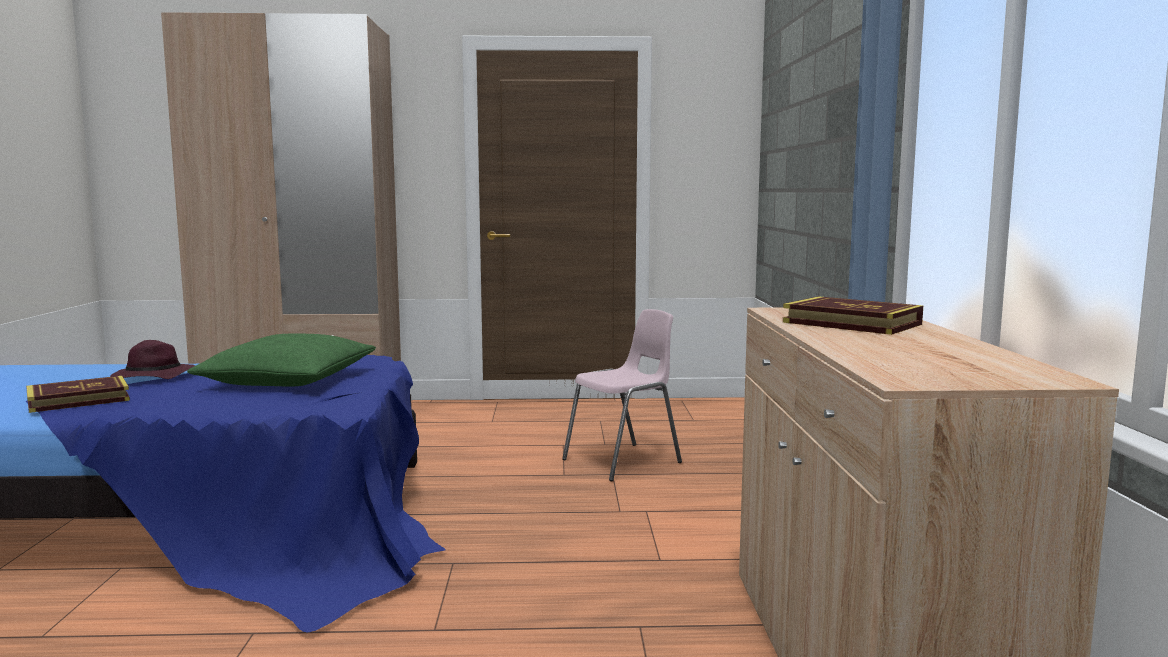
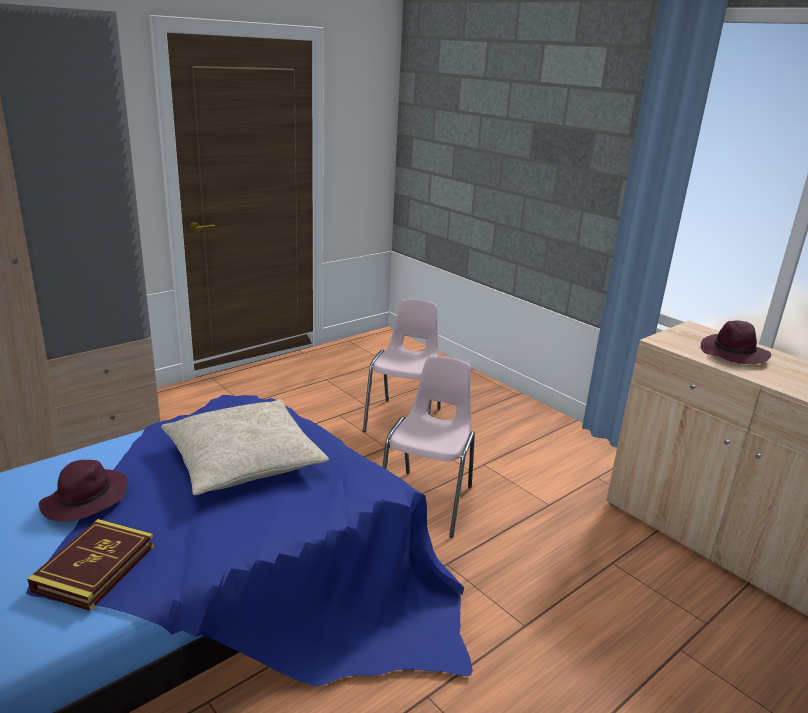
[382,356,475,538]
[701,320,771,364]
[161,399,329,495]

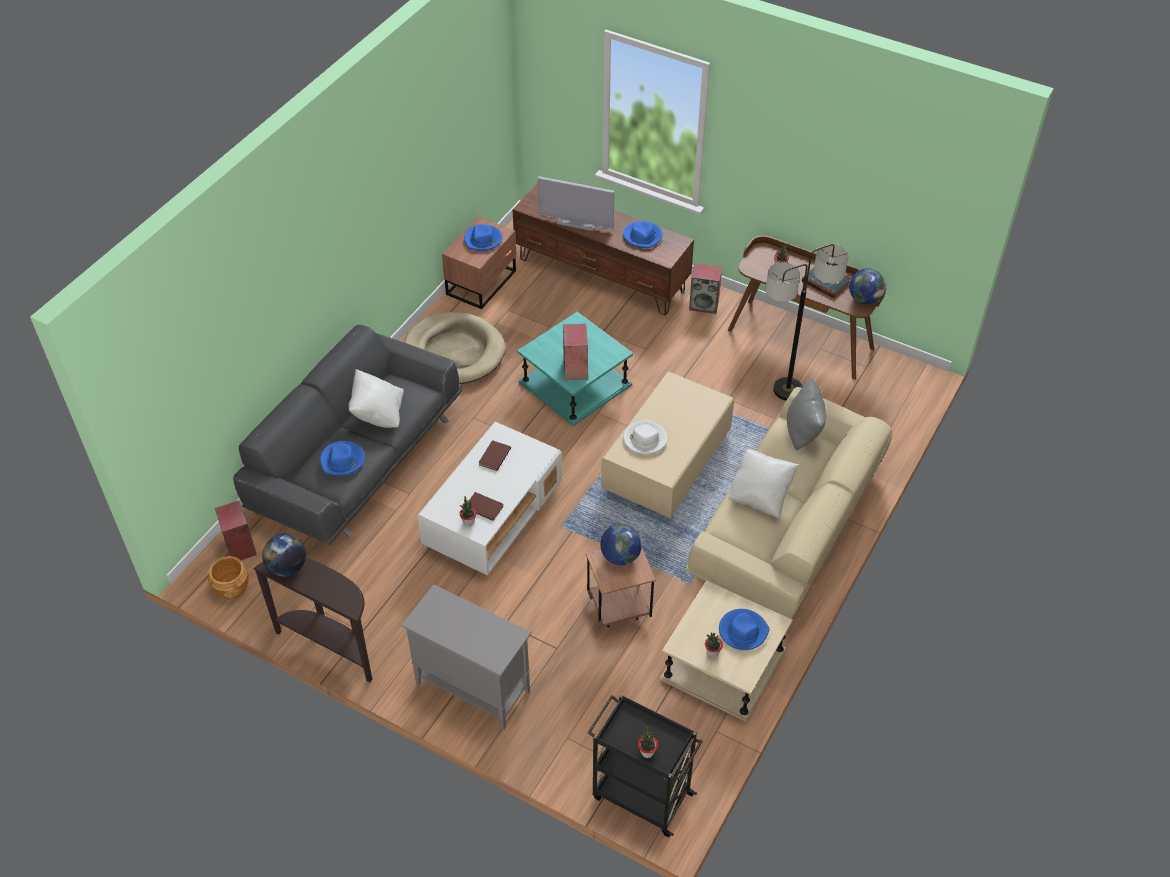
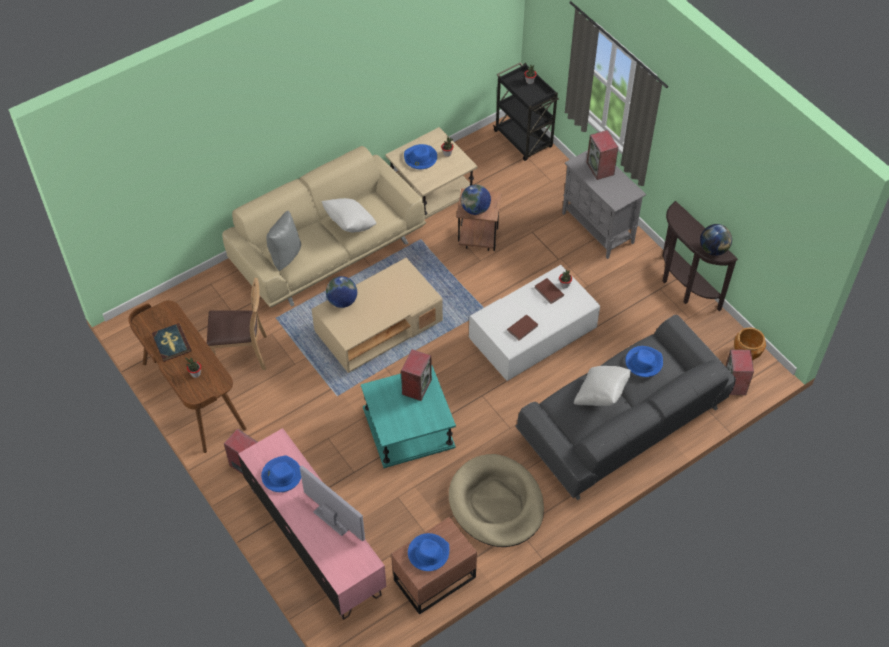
[623,419,667,454] (first image)
[586,130,618,180]
[326,276,357,308]
[207,278,267,370]
[238,428,386,620]

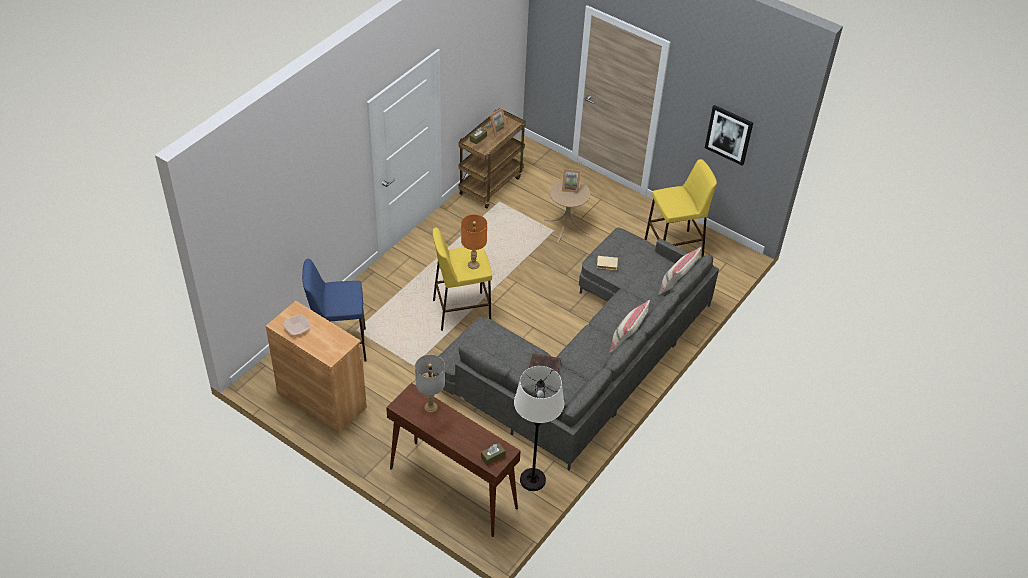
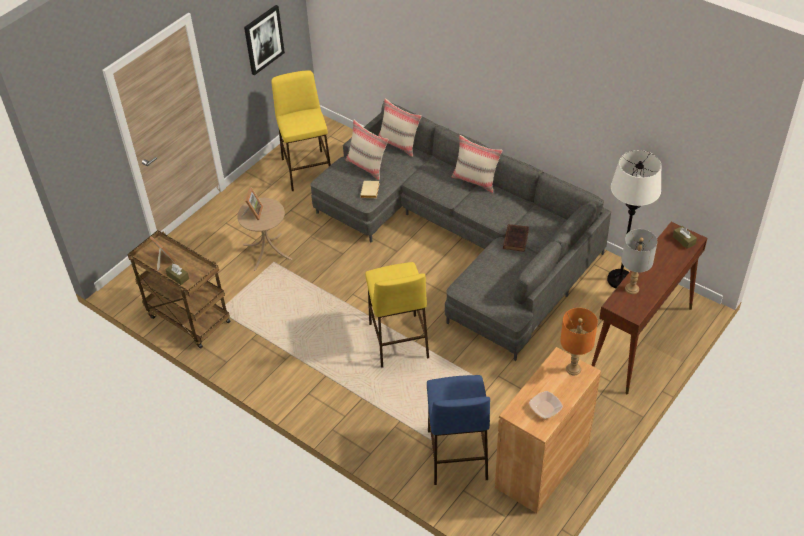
[346,120,389,180]
[560,308,598,375]

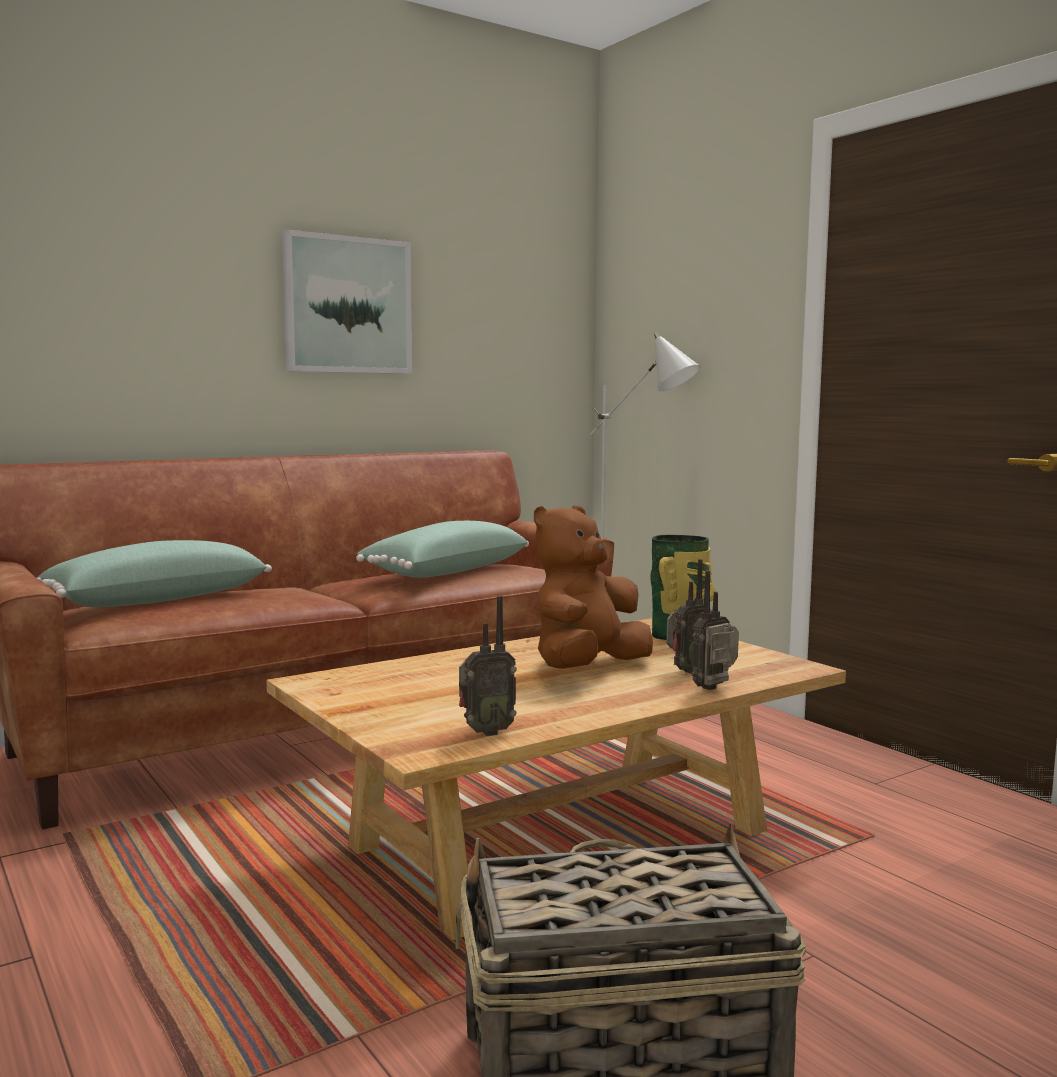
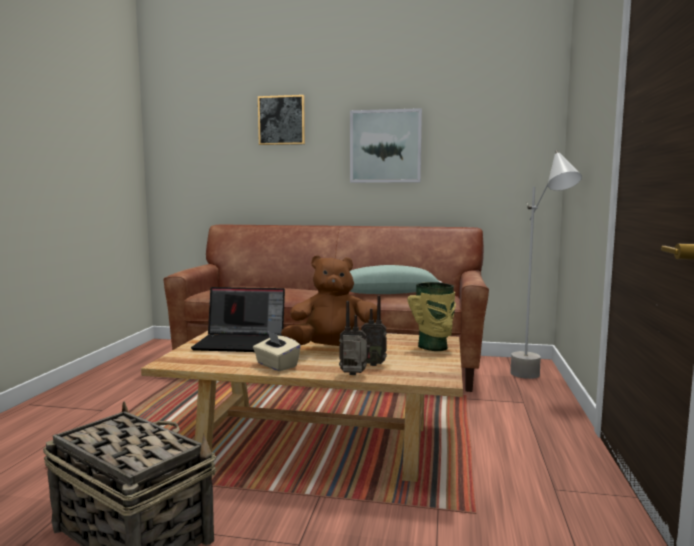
[37,540,272,607] (first image)
[459,596,517,736] (first image)
[191,287,285,352]
[253,330,301,371]
[258,95,305,145]

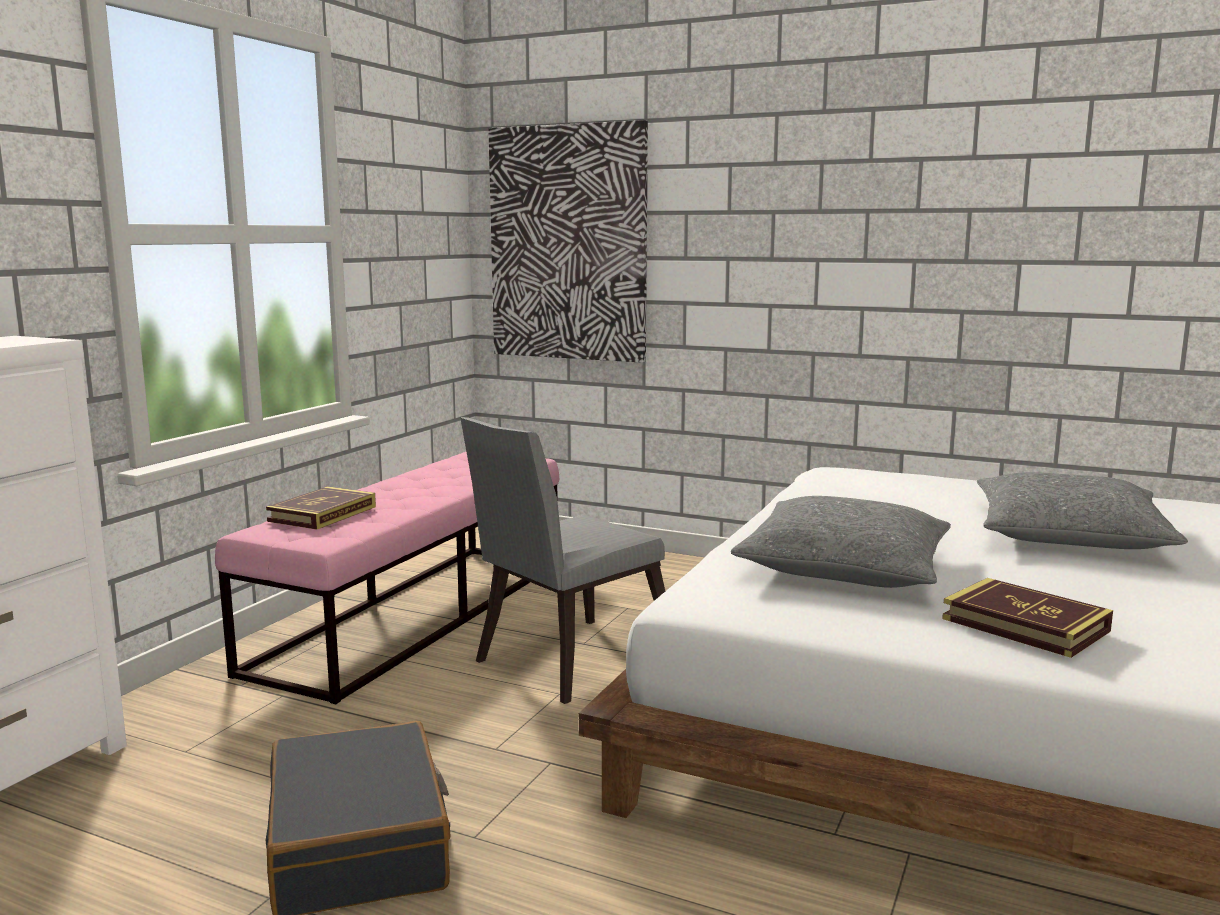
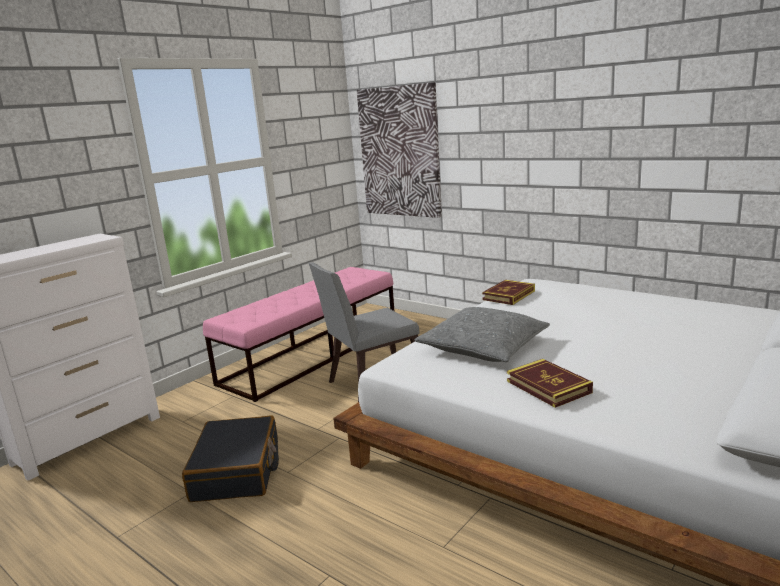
[977,472,1188,549] (first image)
[482,280,535,305]

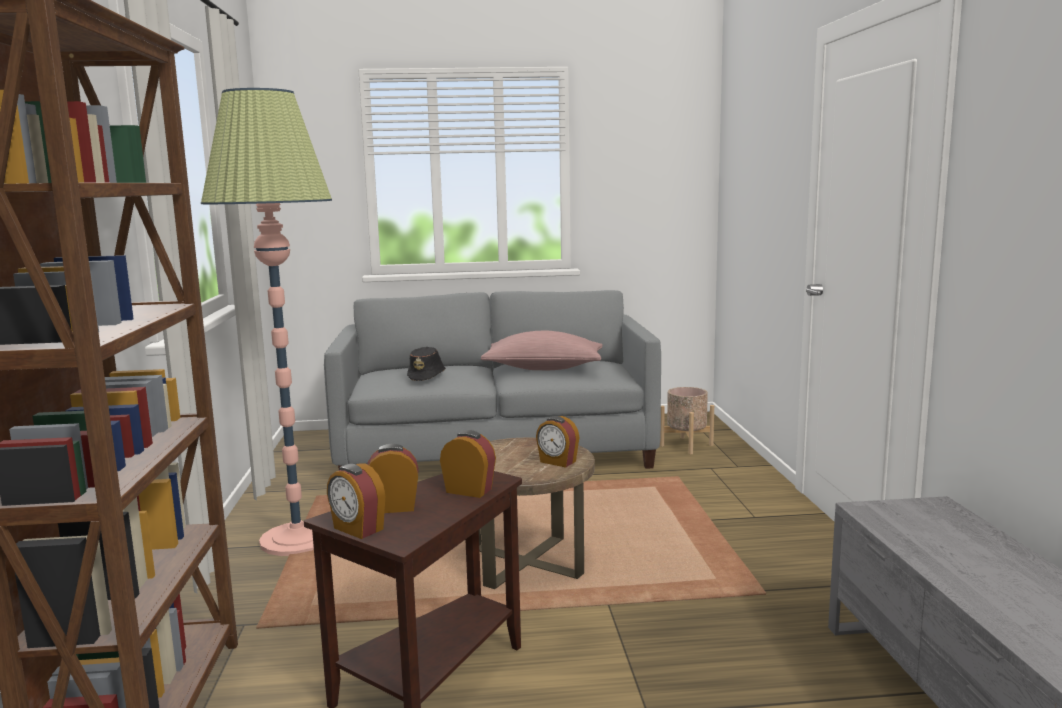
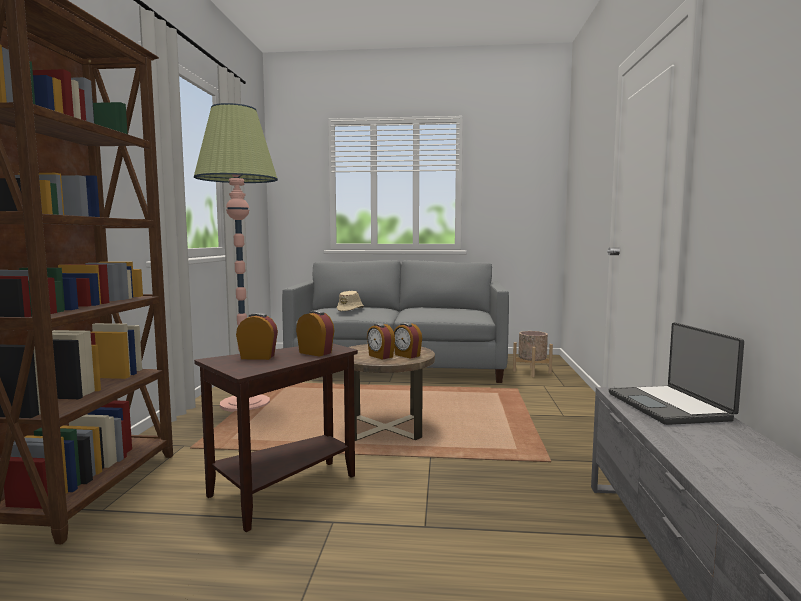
[481,331,603,370] (first image)
[608,322,744,425]
[367,323,395,360]
[337,291,364,311]

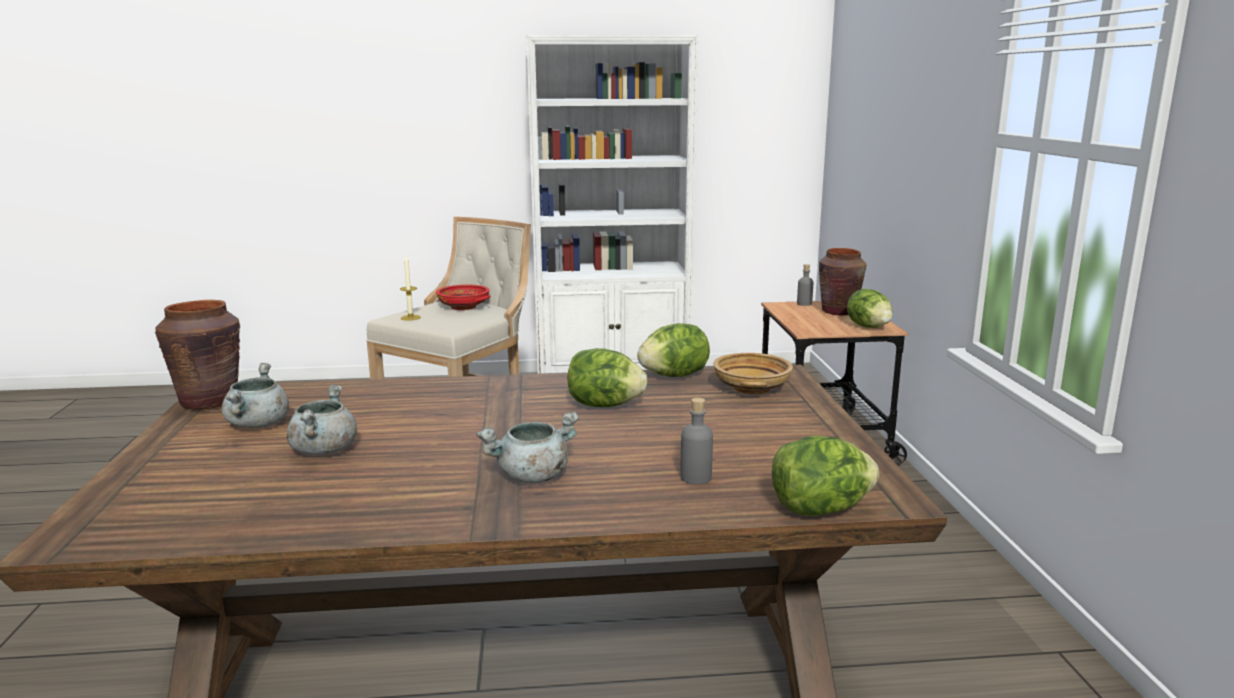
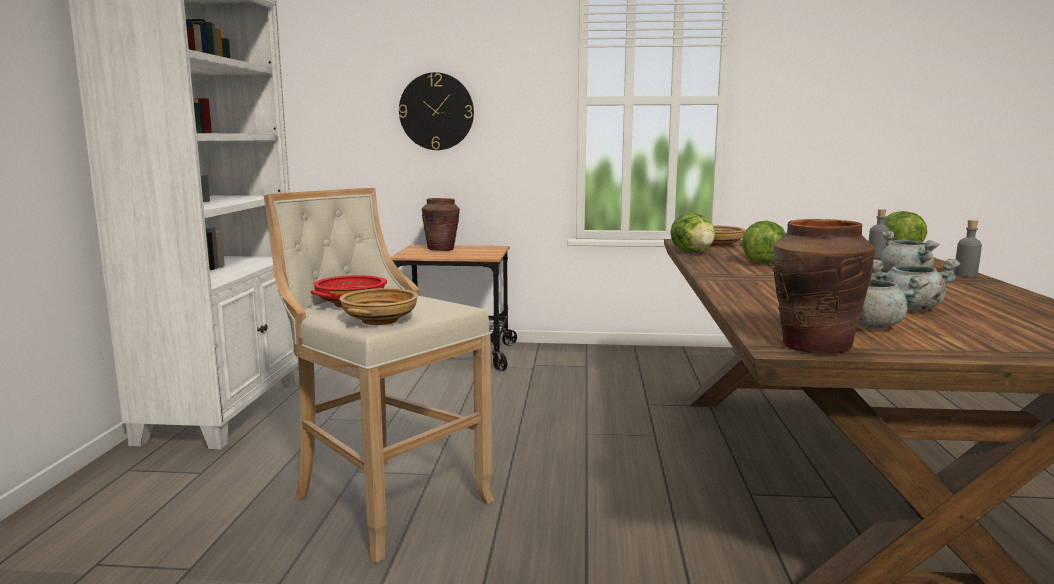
[847,289,893,328] (first image)
[399,72,474,150]
[954,220,982,277]
[339,288,418,325]

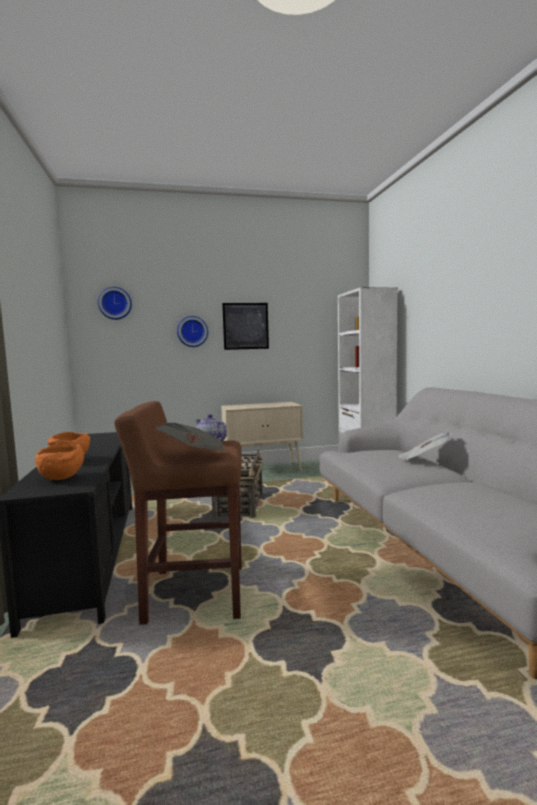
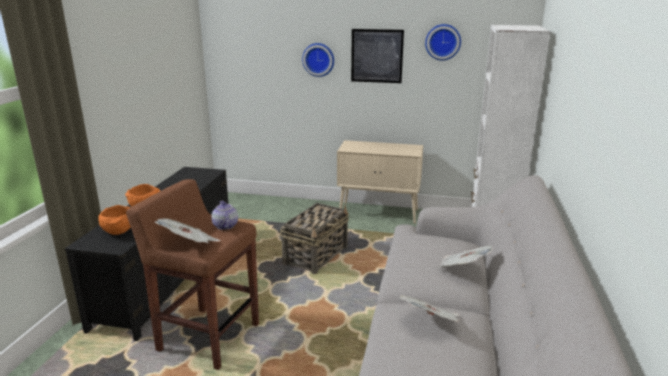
[400,295,460,322]
[425,24,461,60]

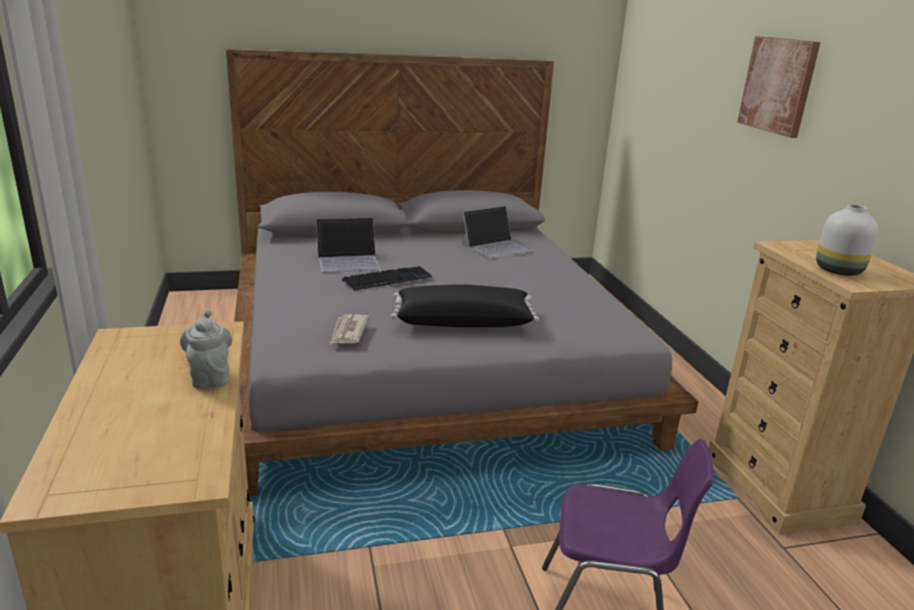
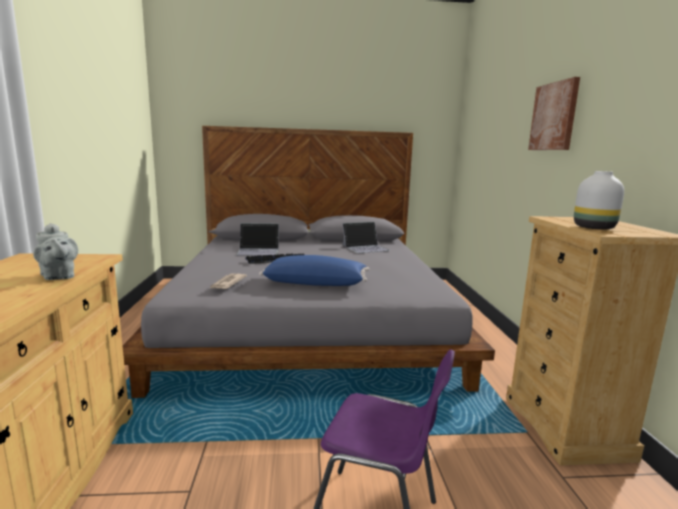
[259,255,369,286]
[33,223,78,280]

